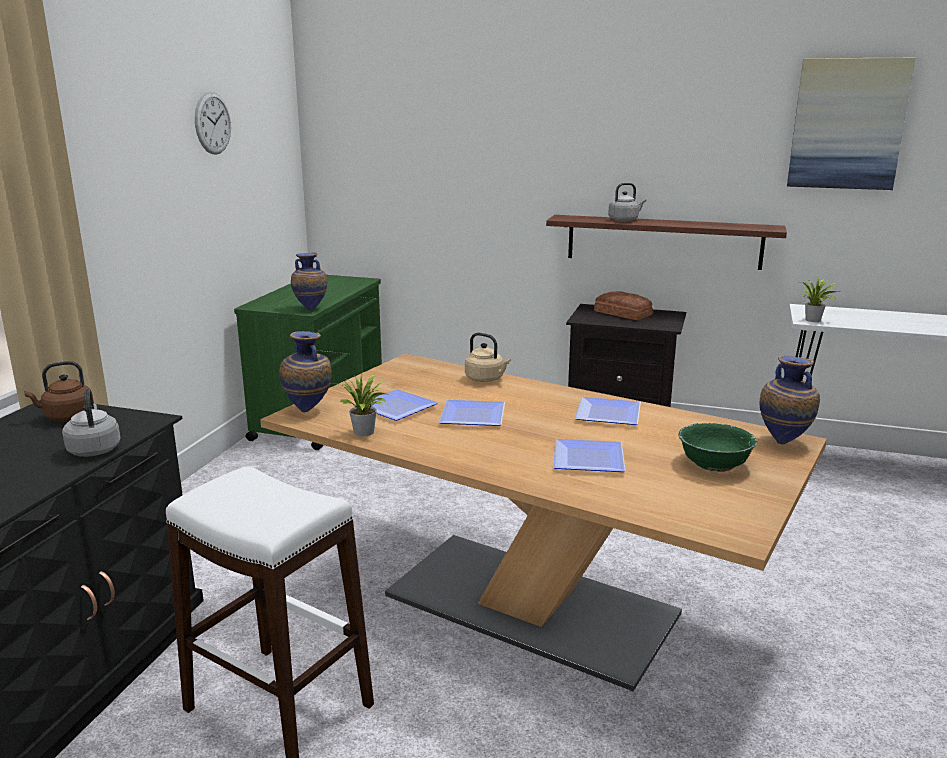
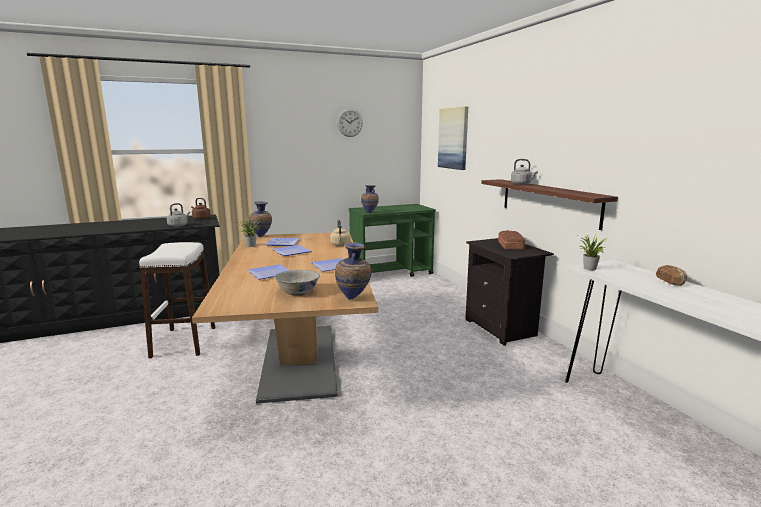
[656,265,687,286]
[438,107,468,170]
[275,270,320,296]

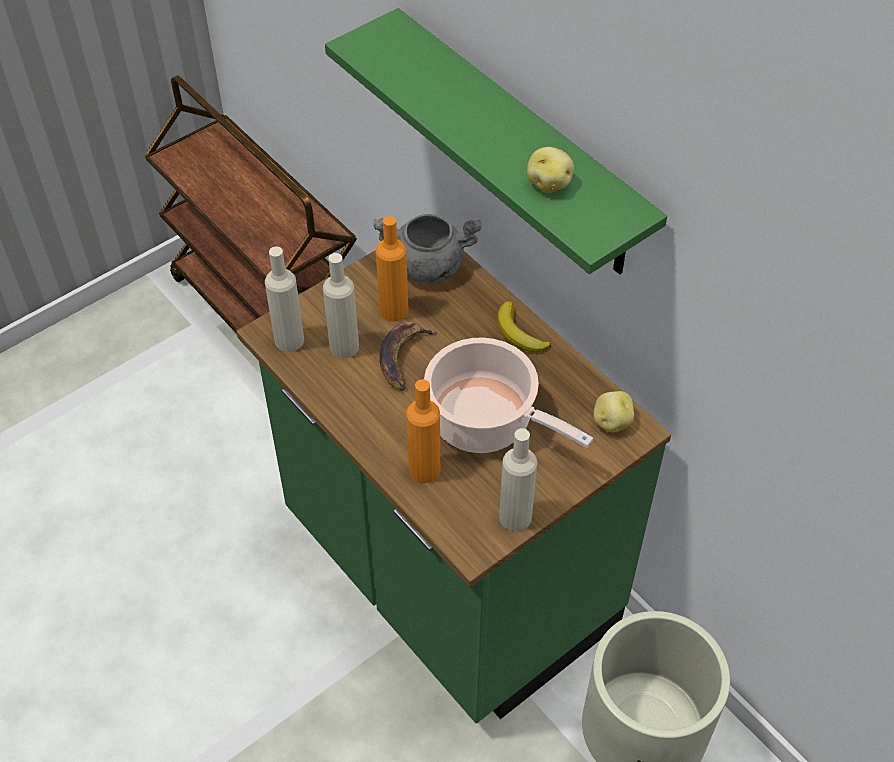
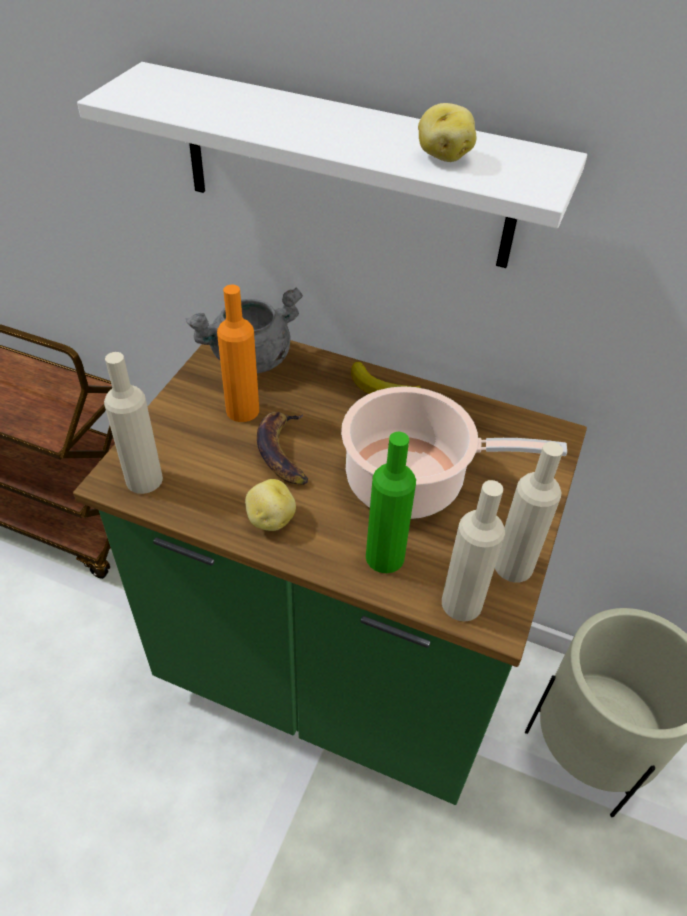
[442,480,505,621]
[245,479,296,531]
[77,62,587,268]
[366,432,416,573]

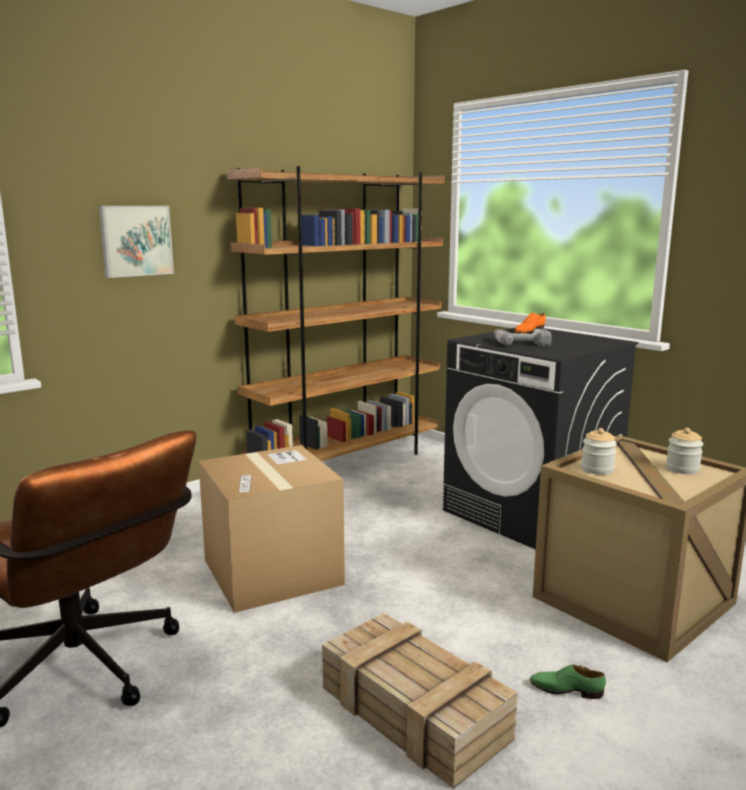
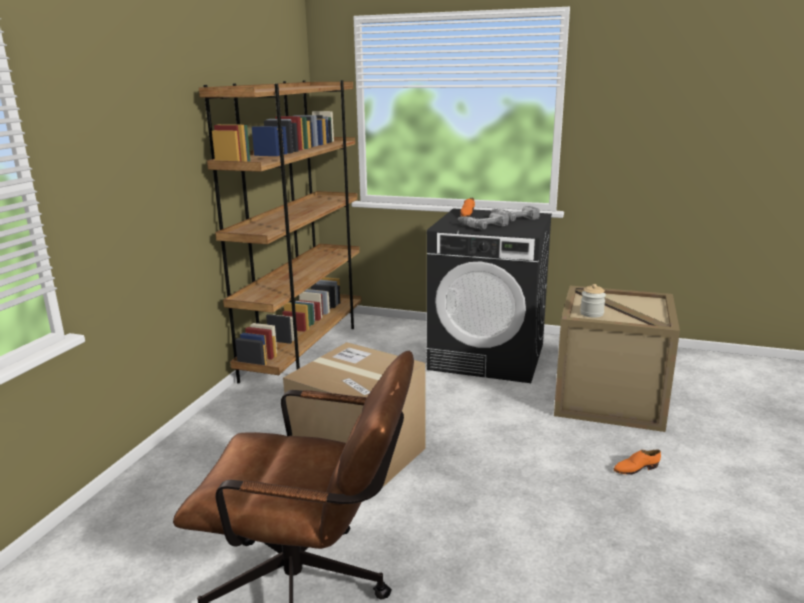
[99,206,174,278] (first image)
[322,613,517,789] (first image)
[666,428,703,474] (first image)
[491,206,540,222]
[614,450,661,475]

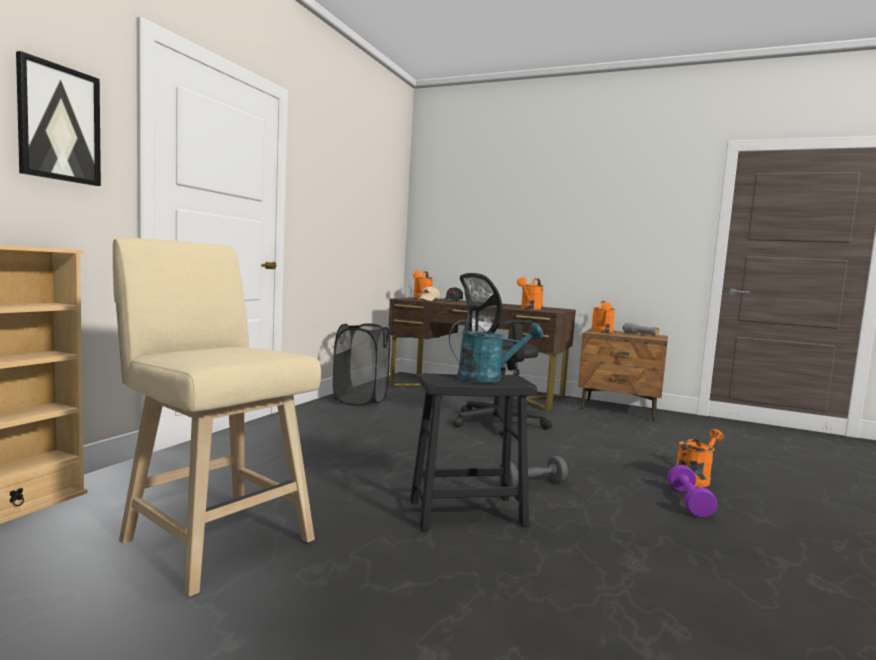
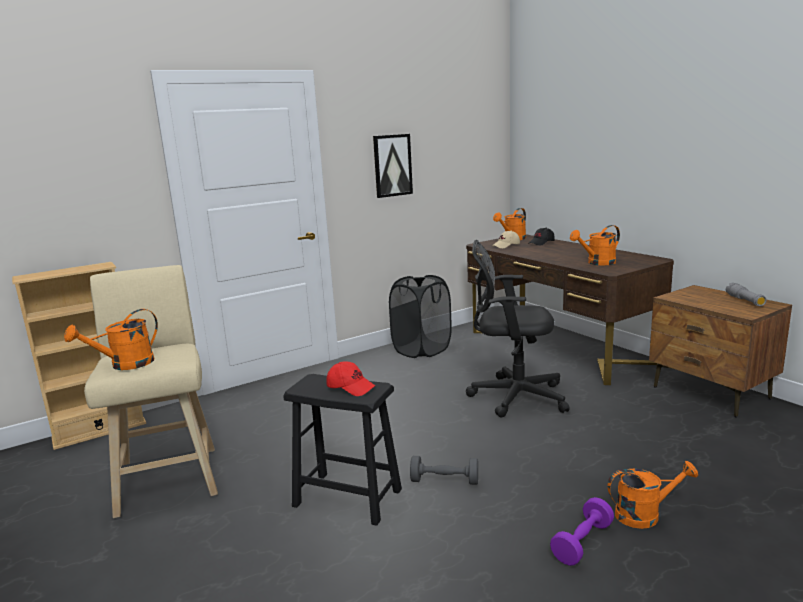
[373,134,413,198]
[64,309,158,370]
[326,362,375,396]

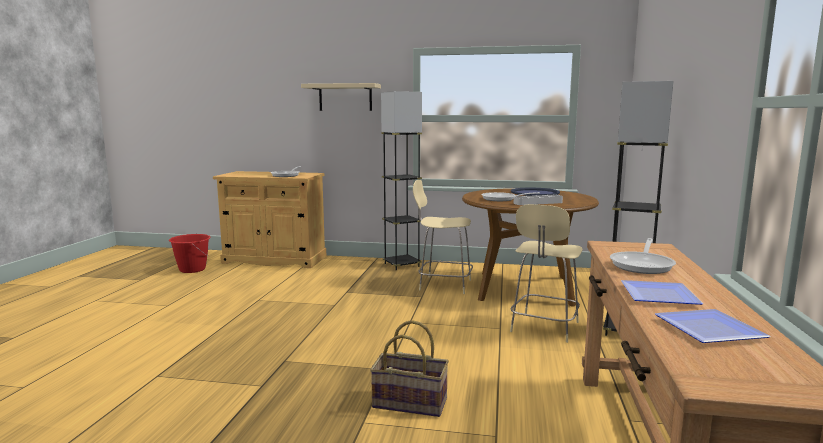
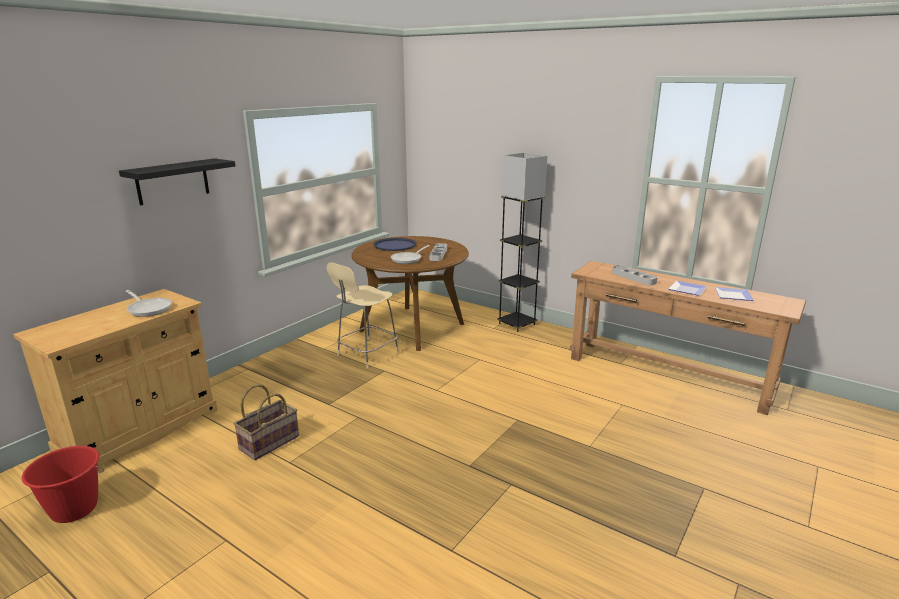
[381,91,422,270] (first image)
[510,204,583,343] (first image)
[234,384,299,460]
[612,265,658,285]
[119,158,235,205]

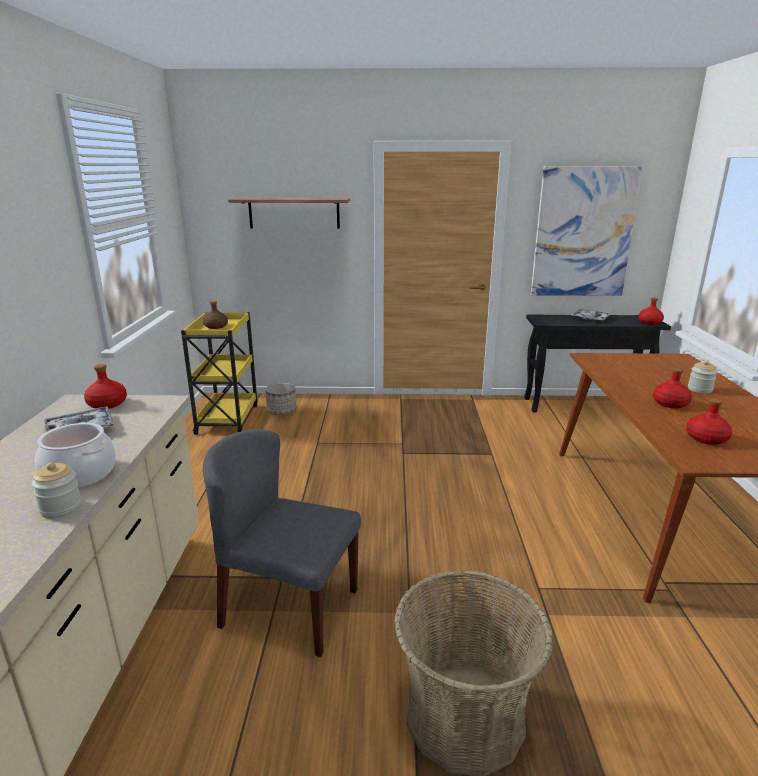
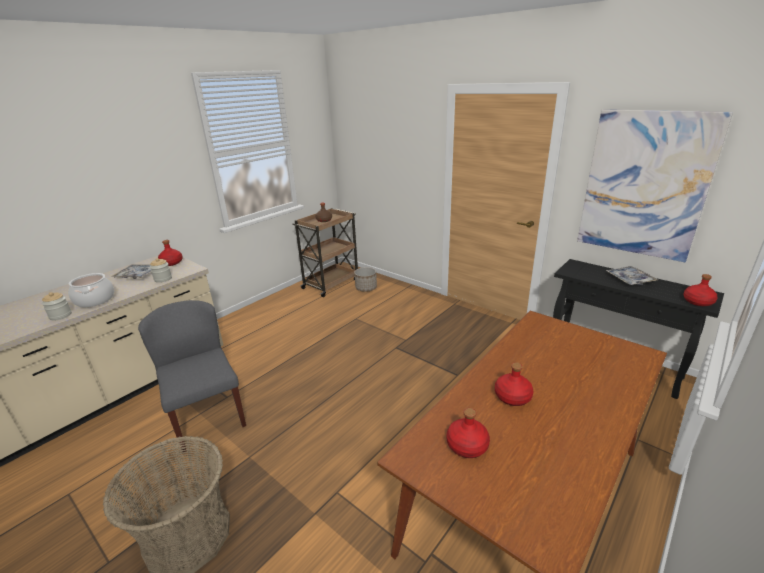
[228,198,350,229] (first image)
[150,258,172,283]
[292,208,358,297]

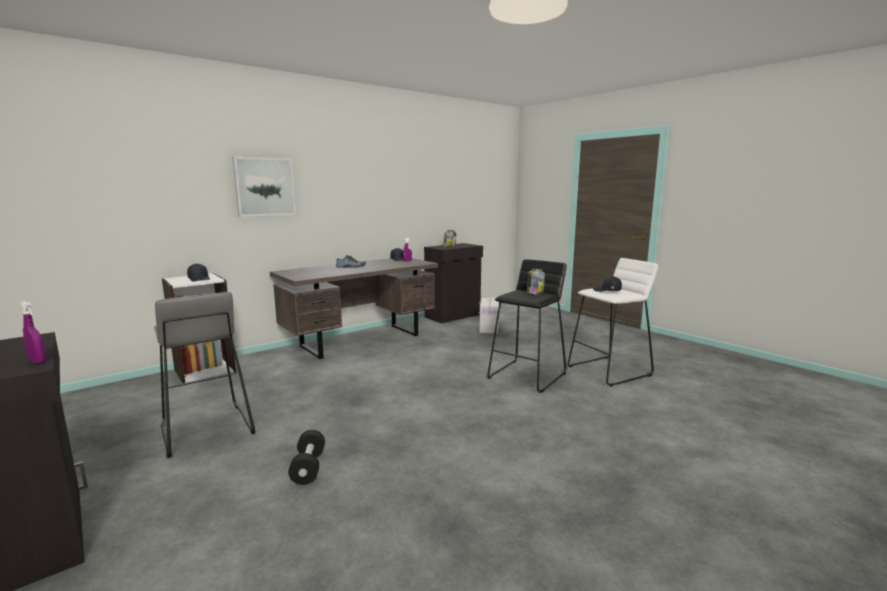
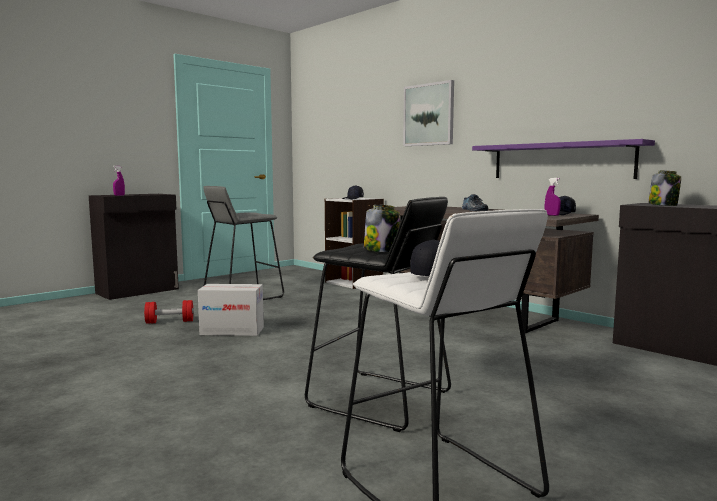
[472,139,655,179]
[198,284,264,336]
[144,300,194,324]

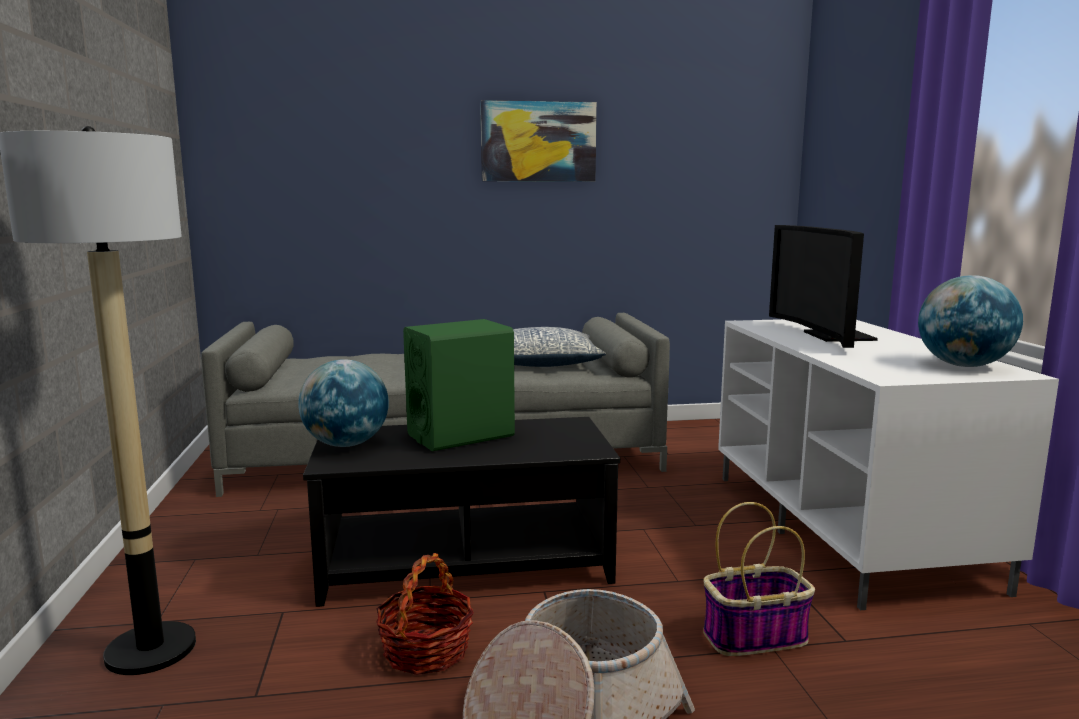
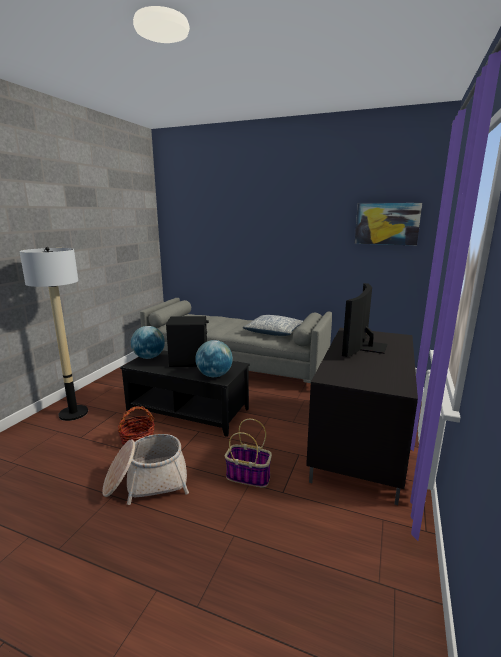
[354,203,422,245]
[195,340,233,377]
[166,316,209,367]
[306,328,418,505]

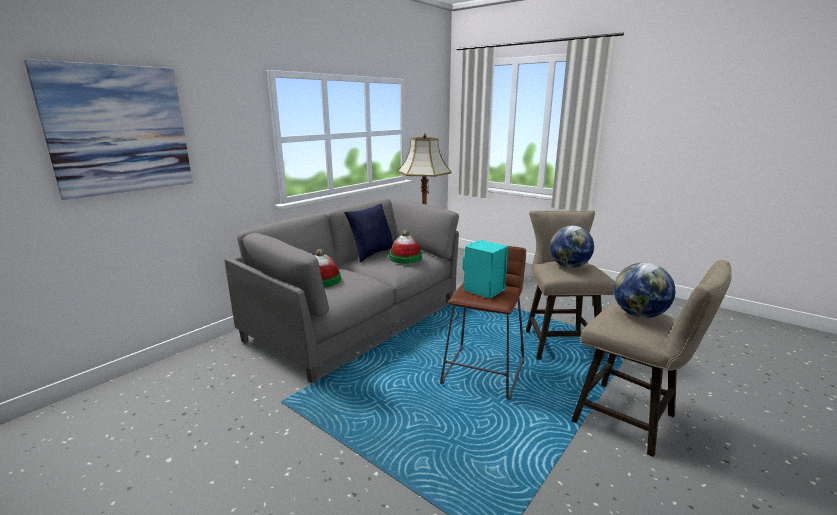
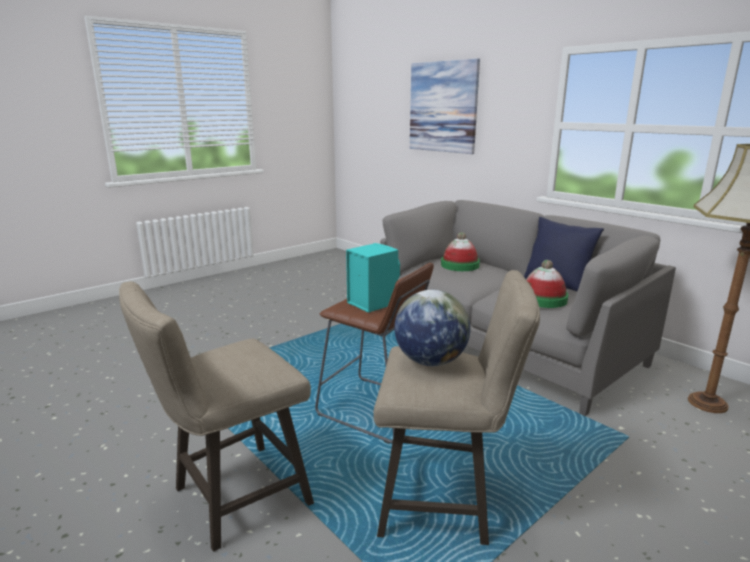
[614,262,675,318] (first image)

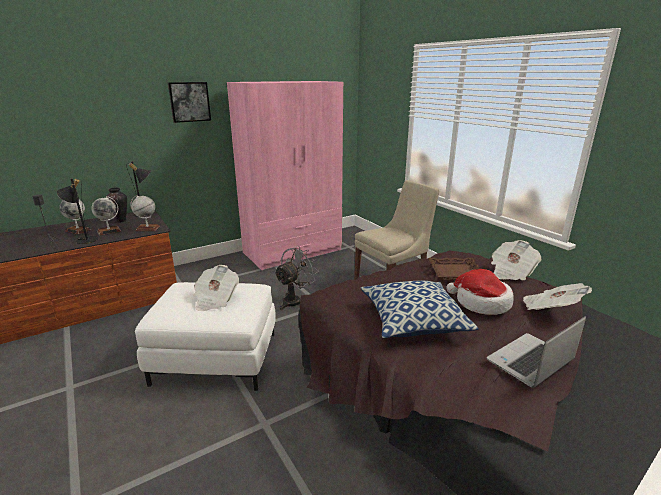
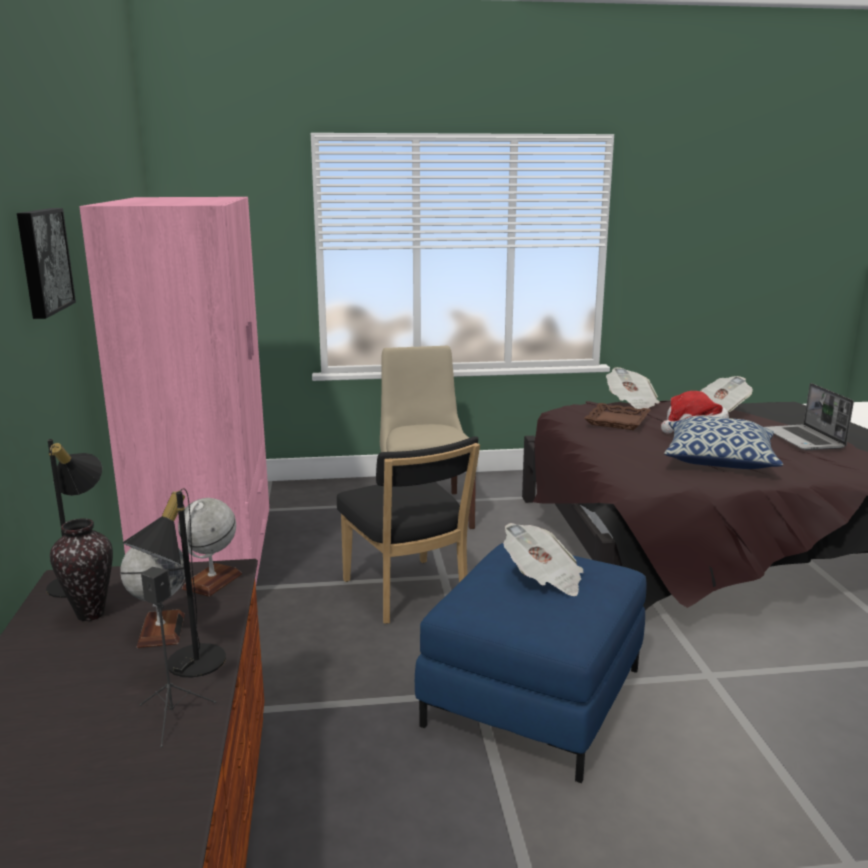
[59,200,91,234] (first image)
[337,436,480,624]
[415,543,646,783]

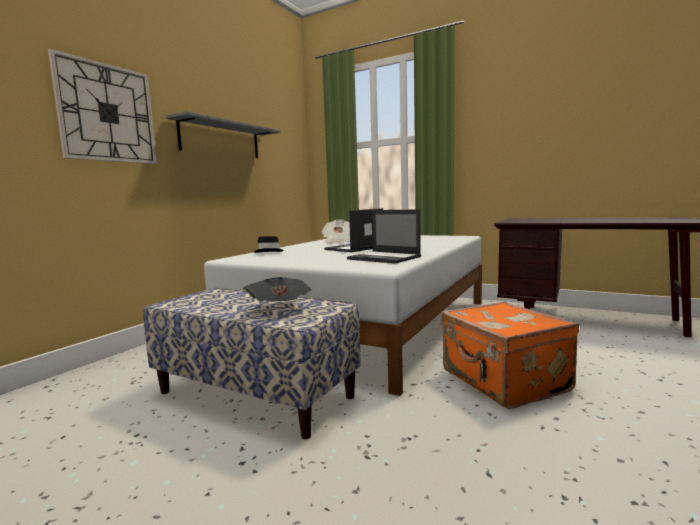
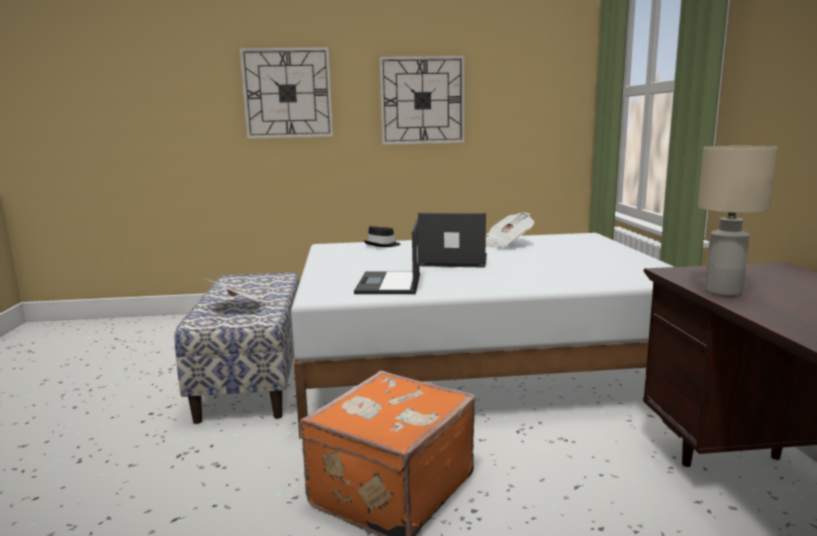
[698,146,778,296]
[379,56,465,145]

